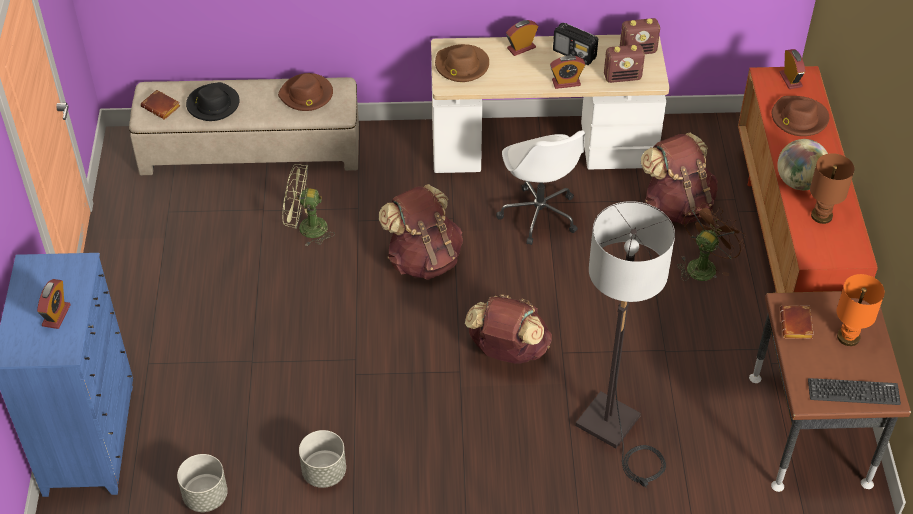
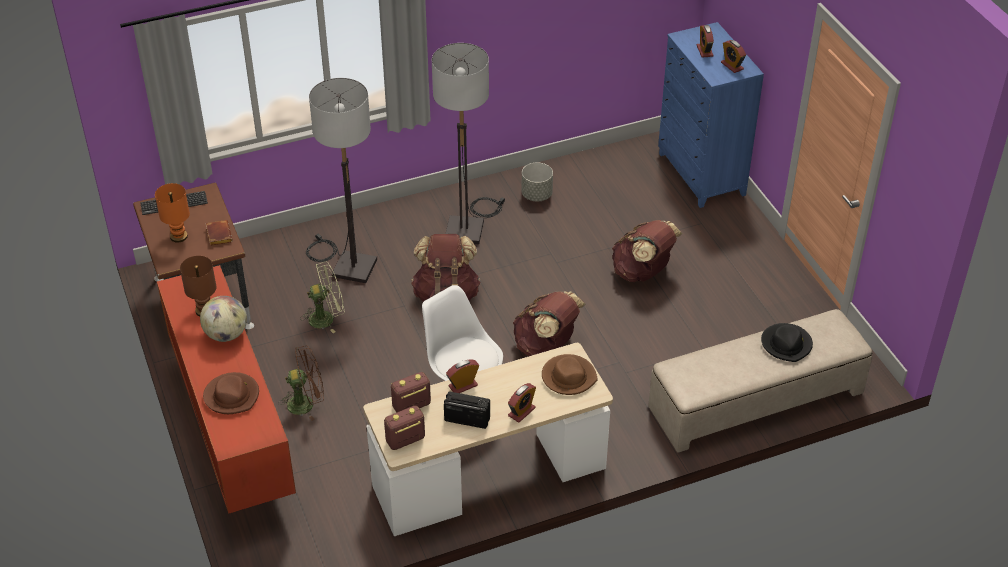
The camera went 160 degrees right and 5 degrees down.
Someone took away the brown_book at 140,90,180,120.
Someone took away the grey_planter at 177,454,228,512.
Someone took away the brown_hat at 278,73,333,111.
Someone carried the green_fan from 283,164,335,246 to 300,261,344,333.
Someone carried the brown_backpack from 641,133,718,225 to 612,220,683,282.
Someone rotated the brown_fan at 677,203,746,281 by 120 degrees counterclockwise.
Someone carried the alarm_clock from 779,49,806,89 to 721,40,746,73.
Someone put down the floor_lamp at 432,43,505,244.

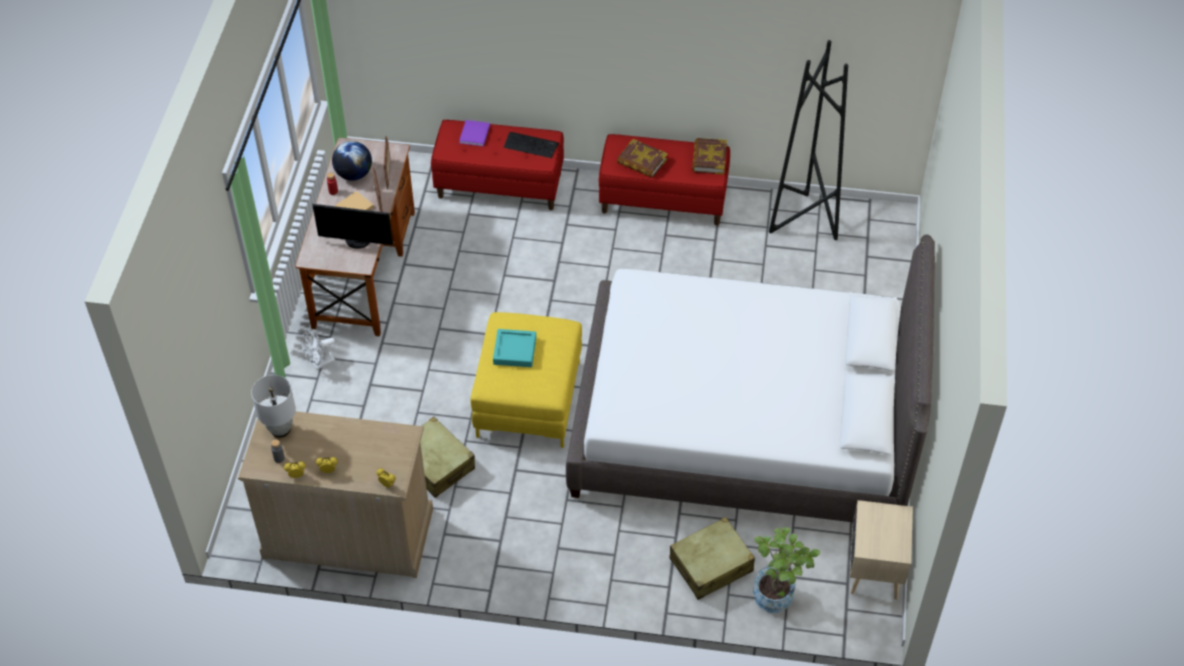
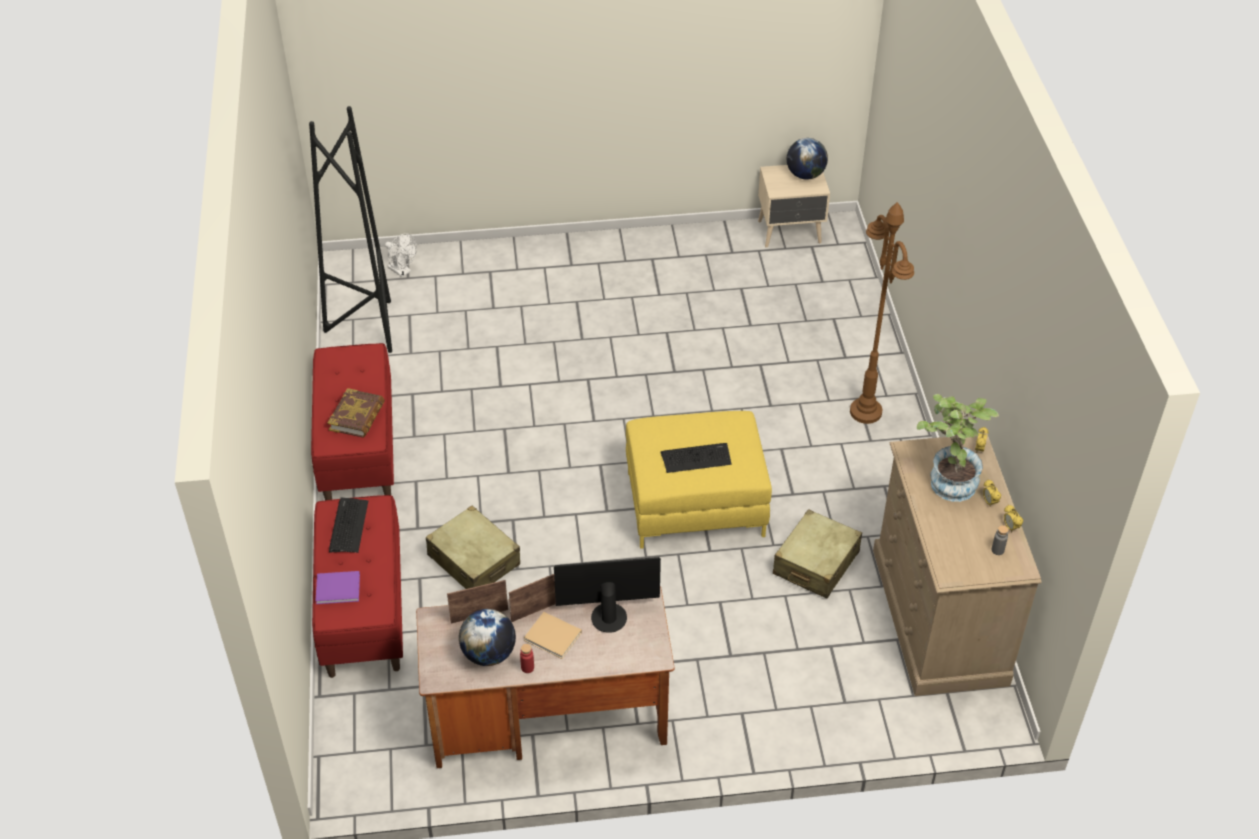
The camera went 105 degrees left and 5 degrees down.
Someone took away the white_table_lamp at 251,375,296,438.
Someone carried the white_fan from 301,330,335,370 to 385,233,417,277.
Someone rotated the monitor at 312,204,393,249 by 90 degrees counterclockwise.
Someone swapped the turquoise_tray at 493,329,536,367 for the keyboard at 660,443,731,473.
Someone took away the white_bed at 566,234,935,522.
Someone carried the beige_suitcase from 669,517,755,600 to 426,505,520,589.
Someone took away the book at 692,138,727,175.
Someone carried the potted_plant from 753,527,820,613 to 917,394,999,502.
Someone put down the globe at 787,138,828,179.
Someone put down the brown_floor_lamp at 850,202,914,424.

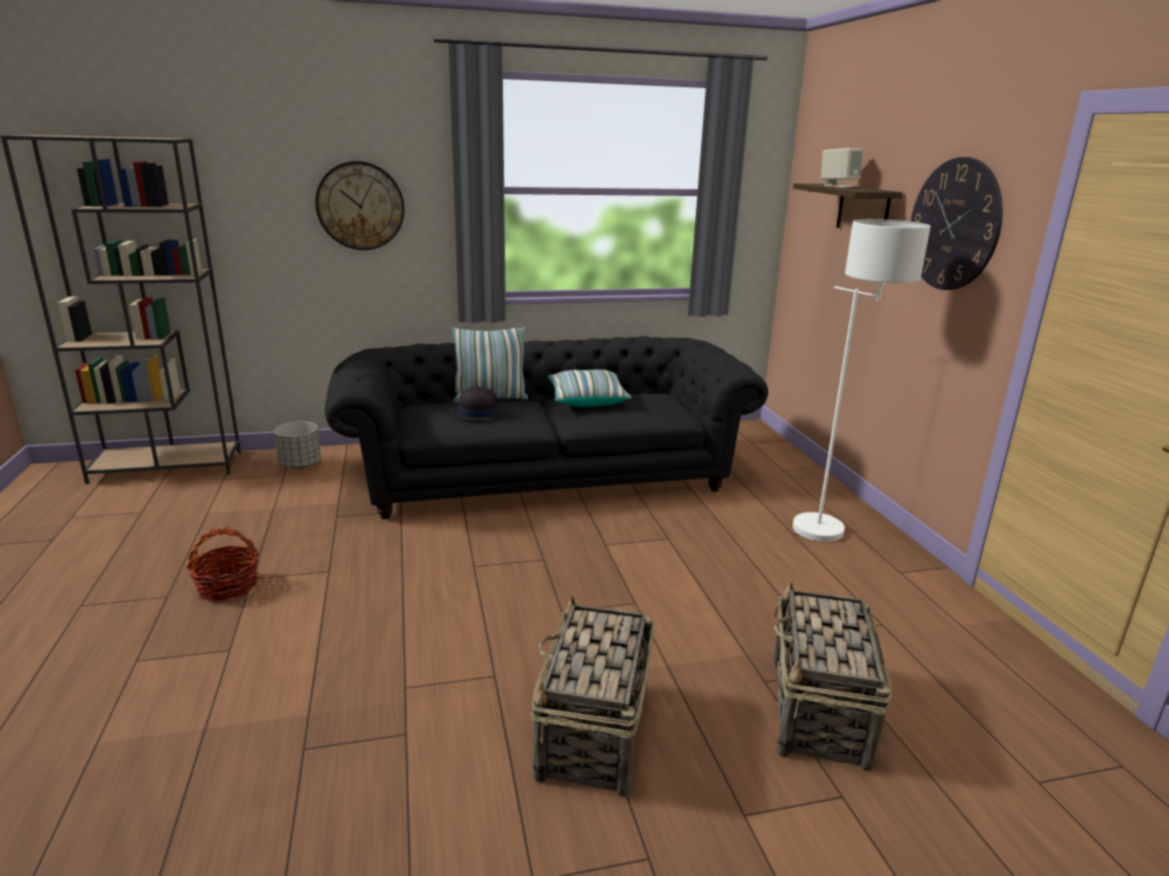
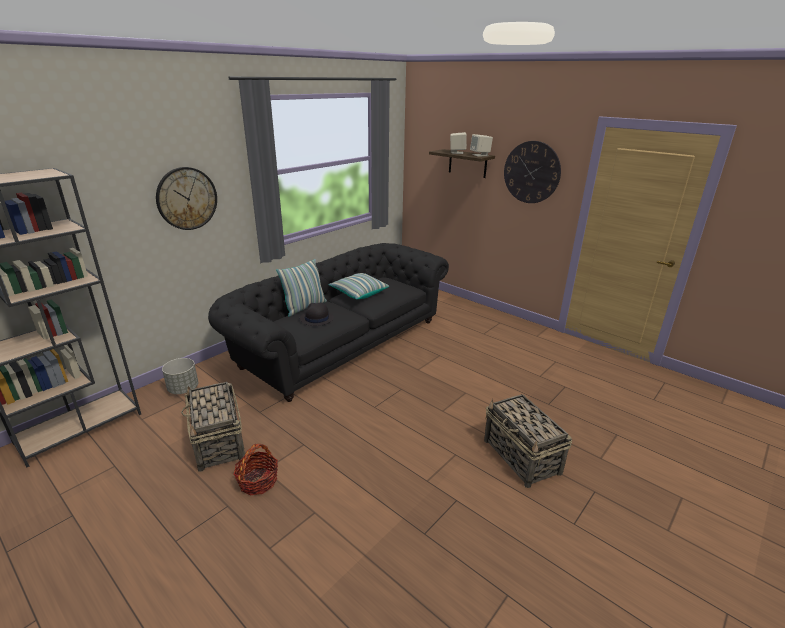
The camera went 35 degrees left and 5 degrees up.
Someone carried the basket from 773,582,892,771 to 181,382,245,472.
Someone took away the white_floor_lamp at 793,219,930,542.
Someone put down the beige_speaker at 470,134,493,157.

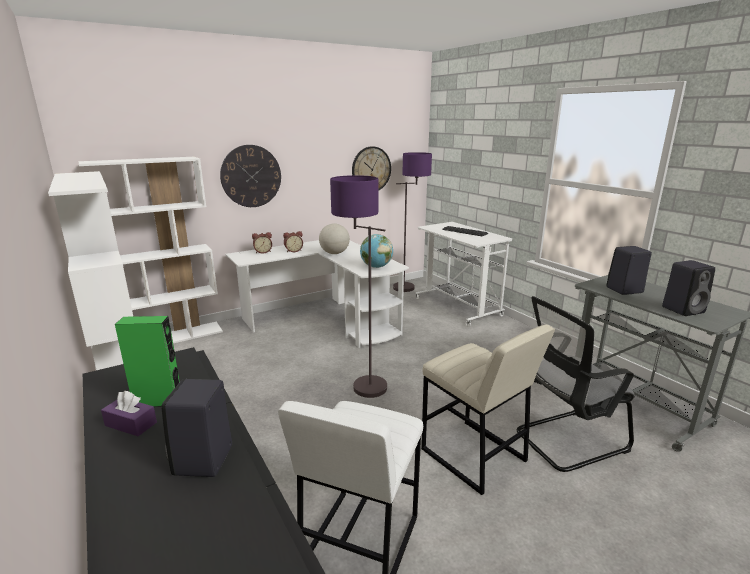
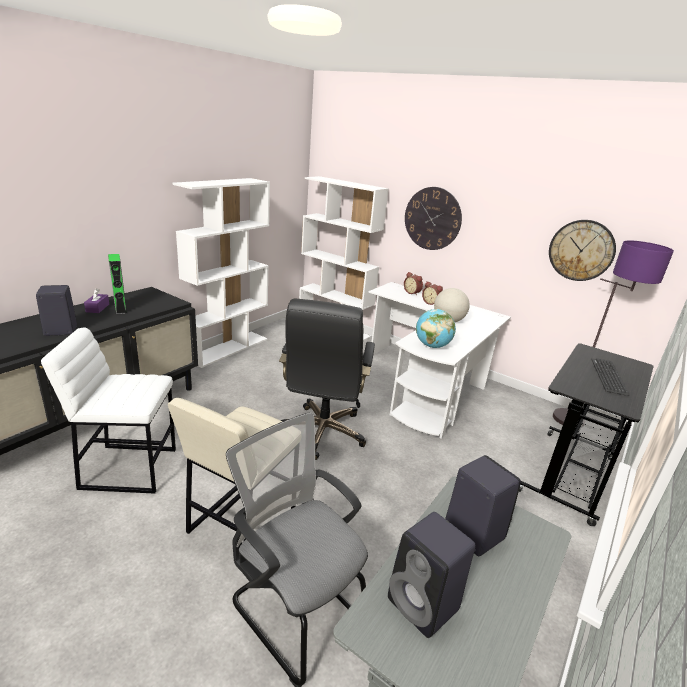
The camera went 65 degrees right and 5 degrees up.
Someone swapped the purple_floor_lamp at 330,175,387,398 for the black_office_chair at 279,299,375,460.
Someone repainted the white_desk at 416,222,512,326, which became the black_desk at 519,343,654,526.

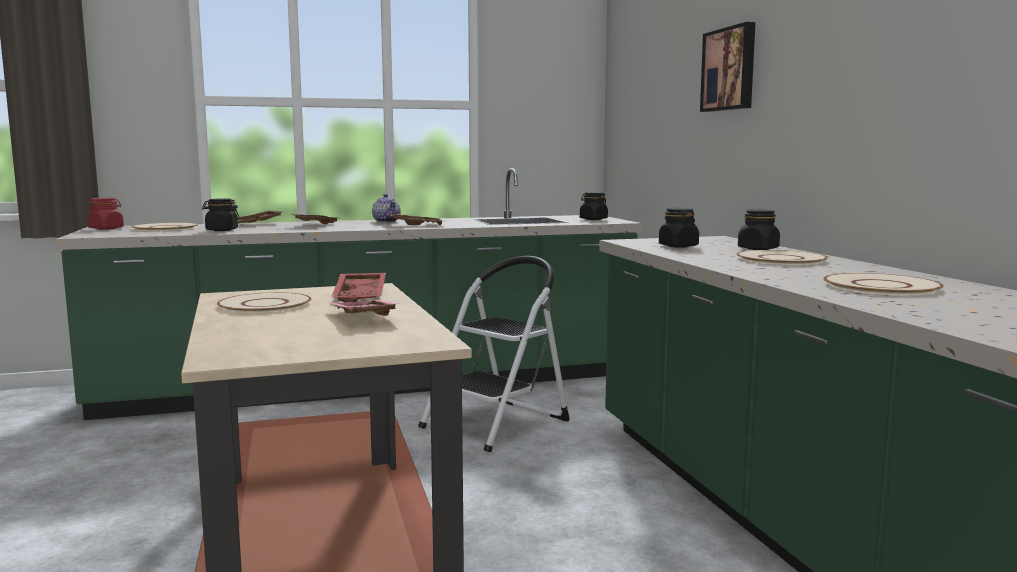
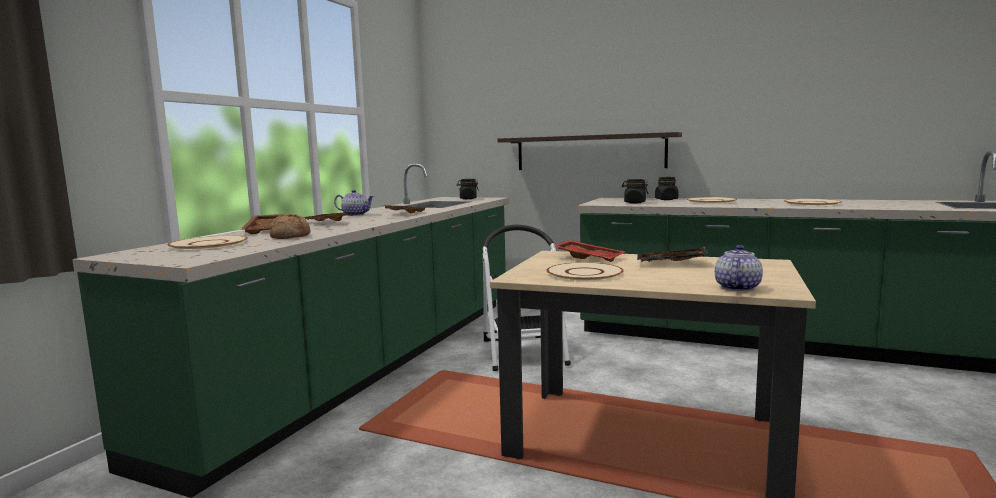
The camera went 50 degrees left and 0 degrees up.
Someone took away the red_jar at 87,198,124,230.
Someone swapped the black_jar at 202,198,240,231 for the bread at 269,214,310,239.
Someone repainted the pink_tray at 330,300,403,316, which became the black_tray at 637,247,709,262.
Someone took away the picture at 700,22,755,112.
Someone put up the shelf at 498,132,682,170.
Someone put down the teapot at 715,245,763,291.

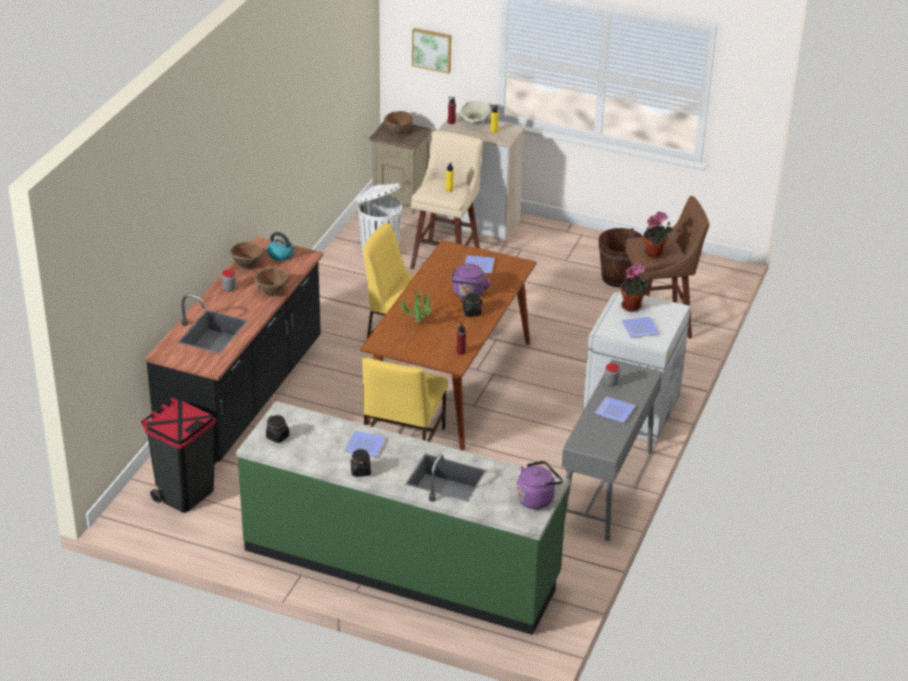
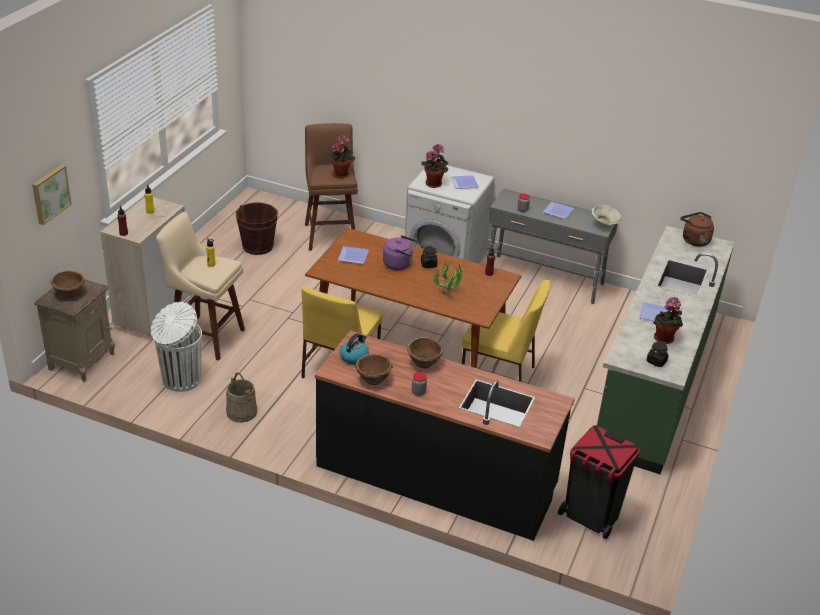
The camera went 90 degrees left and 0 degrees up.
Someone took away the black_jar at 351,449,371,477.
Someone carried the beige_bowl from 460,101,491,125 to 592,205,621,228.
Someone repainted the purple_kettle at 517,461,563,509, which became the brown_kettle at 680,212,714,247.
Someone put down the beige_bucket at 226,372,257,423.
Someone put down the potted_plant at 653,297,683,344.

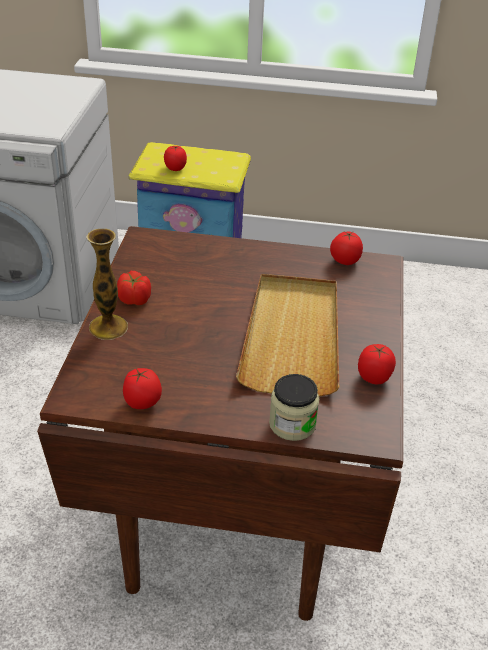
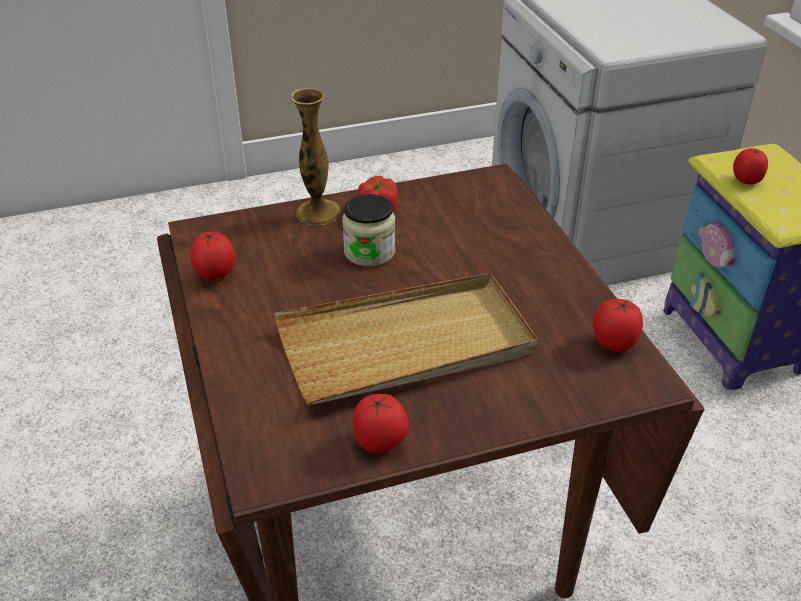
The camera went 65 degrees right and 0 degrees up.
Someone carried the jar from 269,374,319,441 to 342,194,395,266.

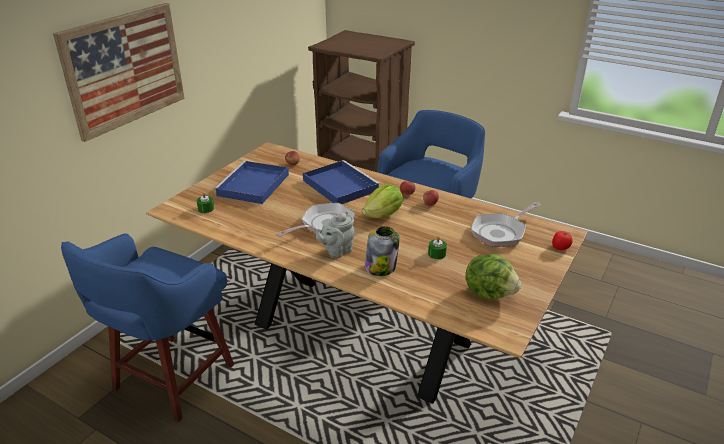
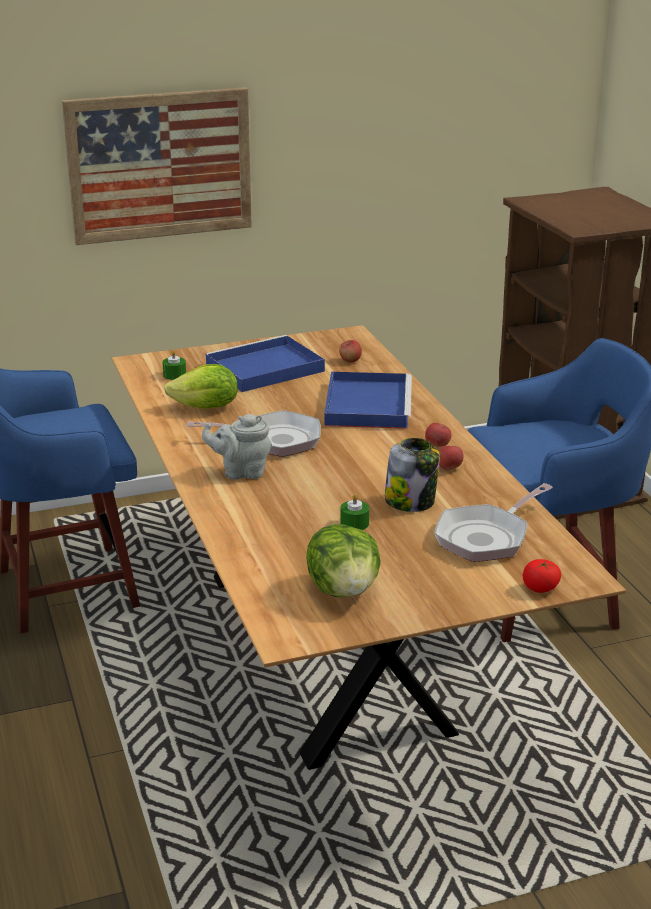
The camera went 40 degrees right and 5 degrees down.
Someone carried the lettuce from 362,185,403,218 to 164,364,238,409.
Someone carried the jar from 365,226,400,276 to 384,438,440,512.
Someone rotated the frying_pan at 471,202,541,247 by 45 degrees counterclockwise.

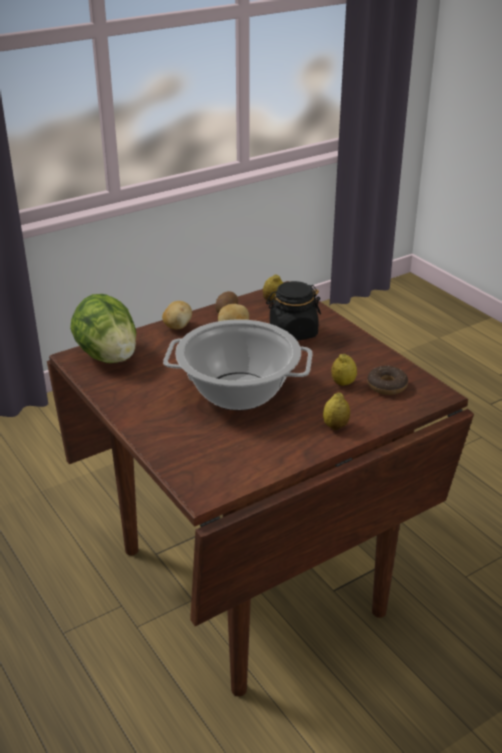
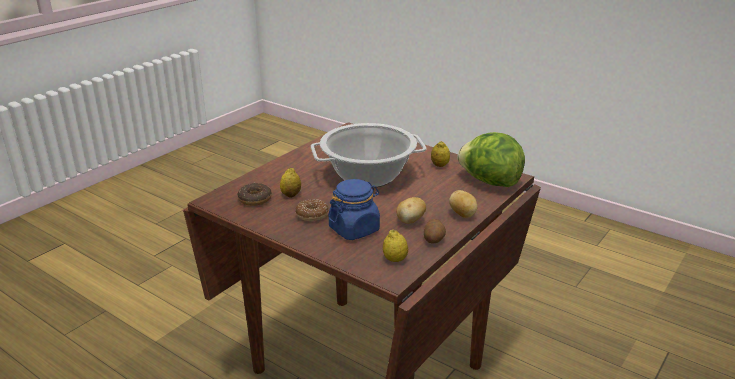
The camera went 160 degrees right and 5 degrees down.
Someone repainted the black_jar at 266,281,321,341, which became the blue_jar at 329,179,380,240.
Someone carried the lemon from 323,393,350,430 to 431,142,450,167.
Someone put down the donut at 295,199,329,221.

